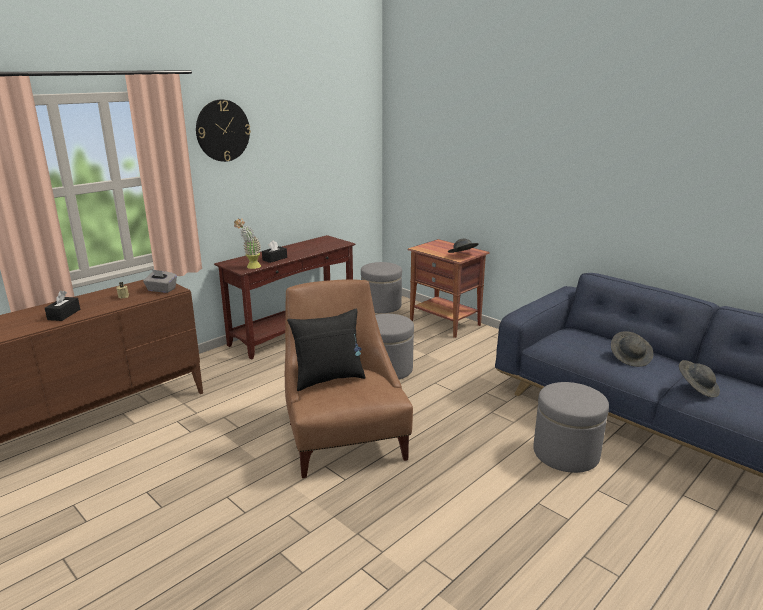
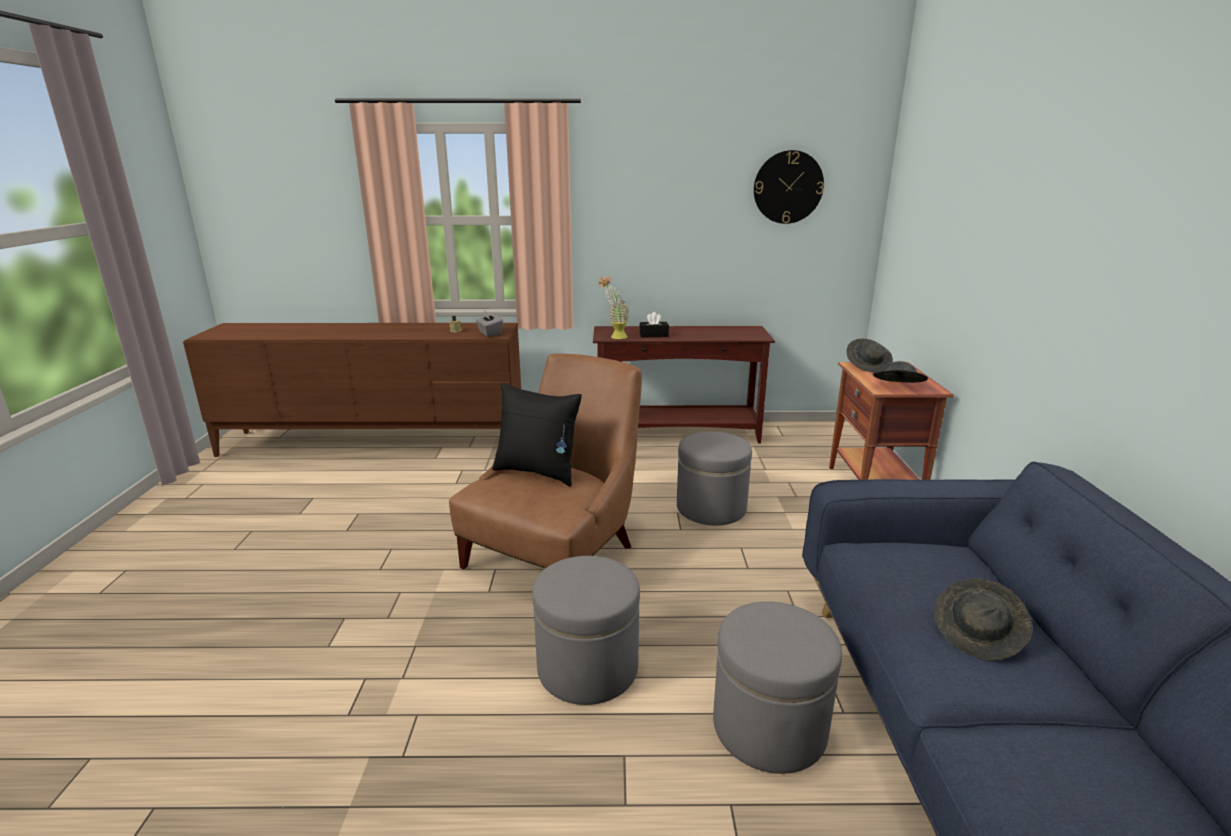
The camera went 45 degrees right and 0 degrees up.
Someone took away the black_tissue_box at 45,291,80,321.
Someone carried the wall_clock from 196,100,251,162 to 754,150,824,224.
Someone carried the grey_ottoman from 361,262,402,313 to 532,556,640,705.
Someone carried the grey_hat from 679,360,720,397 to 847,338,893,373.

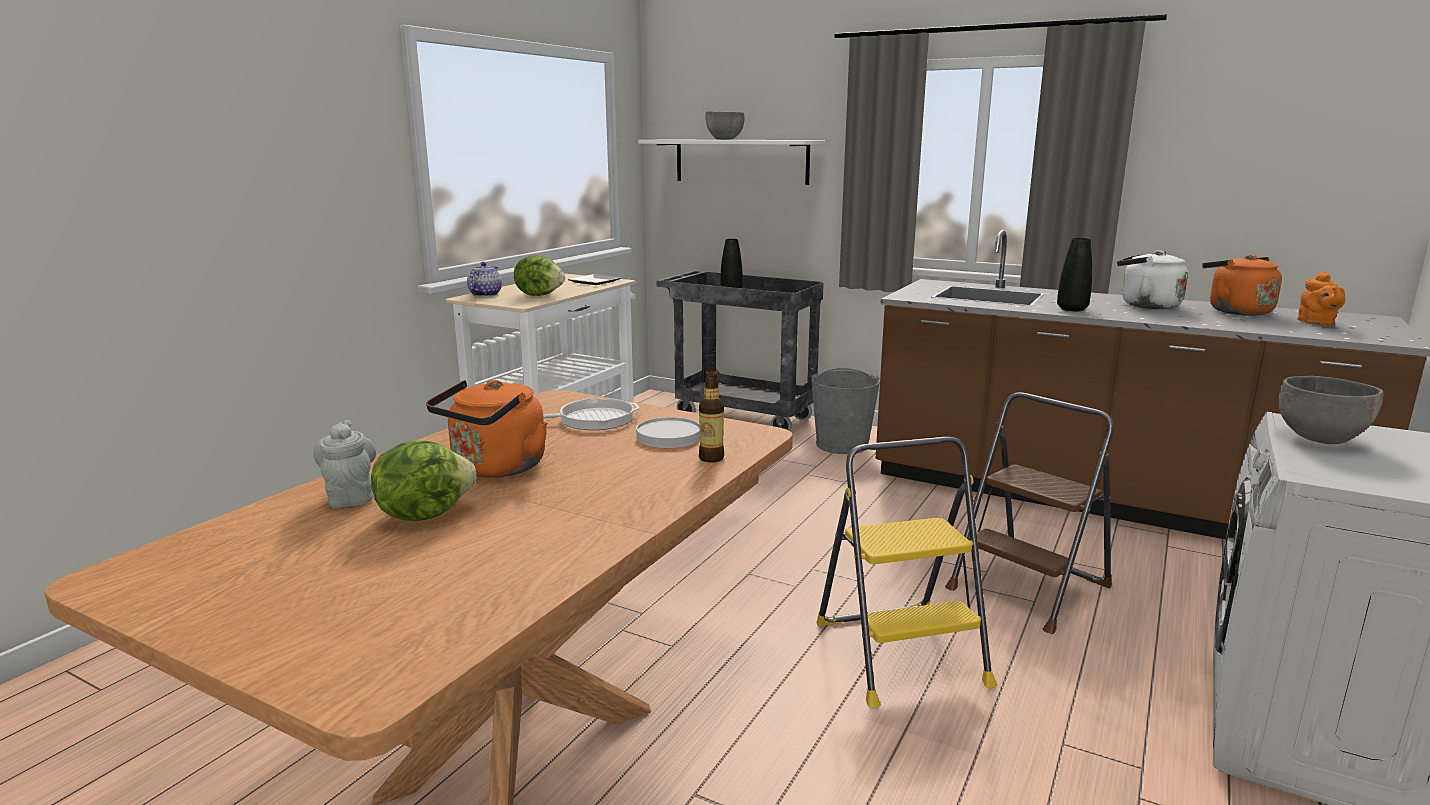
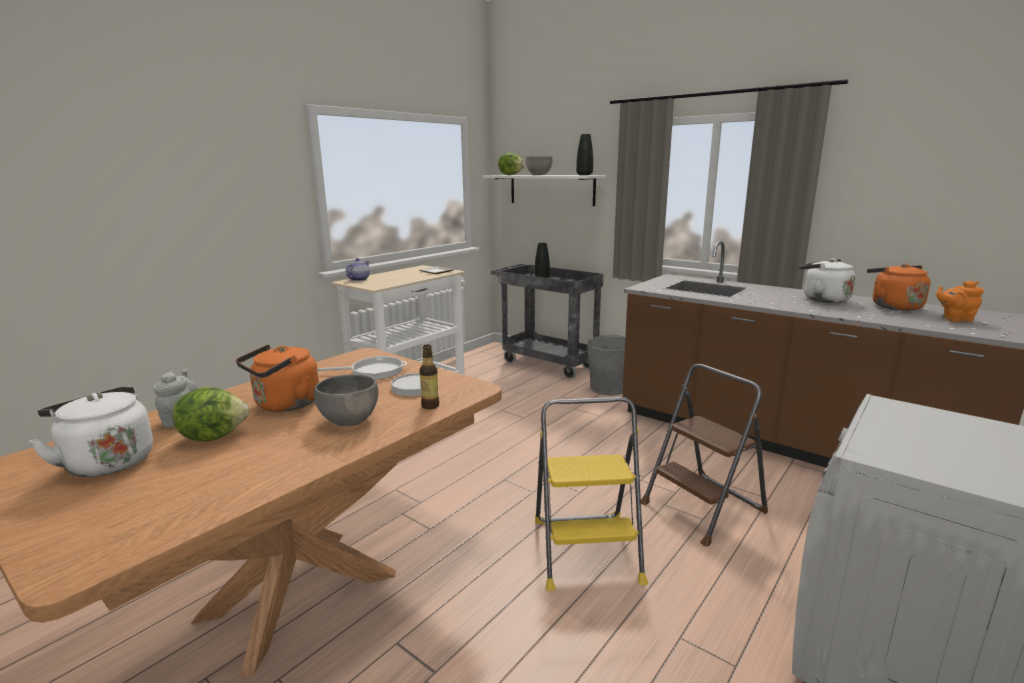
The camera went 10 degrees right and 0 degrees up.
Someone carried the lettuce from 514,255,565,296 to 498,153,525,175.
Someone carried the black_vase from 1057,238,1092,311 to 576,134,593,175.
Someone carried the grey_bowl from 1279,376,1384,444 to 314,375,378,426.
Someone rotated the orange_teapot at 1297,272,1345,326 by 75 degrees clockwise.
Someone put down the white_kettle at 29,386,153,477.

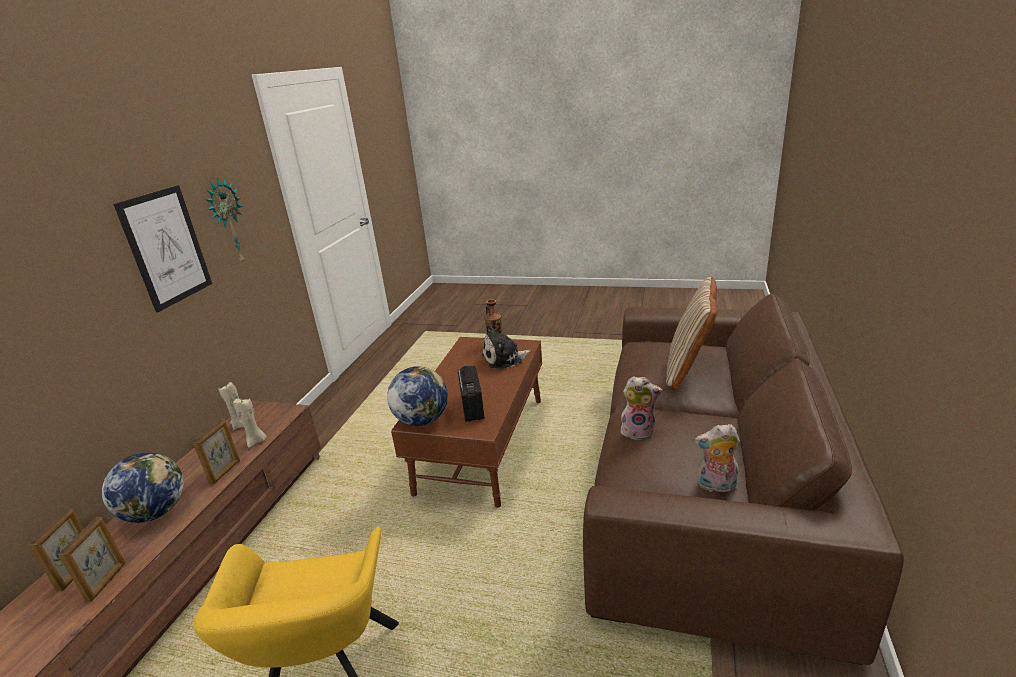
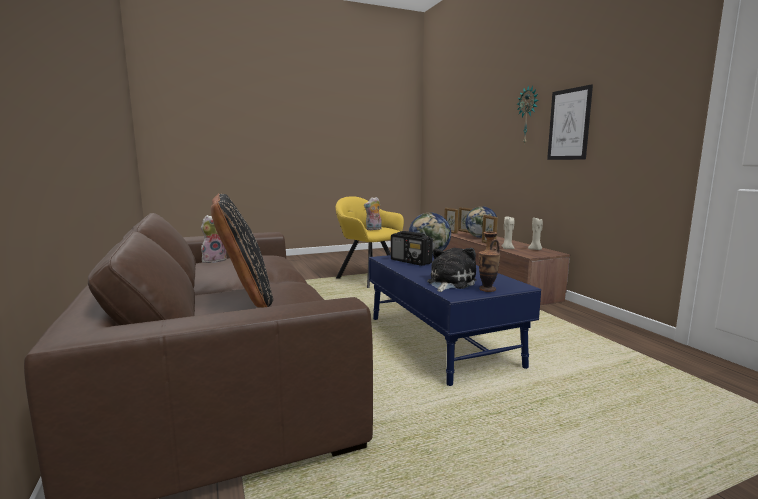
The camera went 140 degrees right and 15 degrees down.
Someone carried the wall_clock from 205,178,245,265 to 517,85,538,145.
Someone repainted the brown_coffee_table at 391,337,542,508, which became the blue_coffee_table at 369,255,541,386.
Someone carried the plush_toy from 621,376,663,440 to 364,197,382,230.
Someone repainted the beige_pillow at 666,277,717,389, which became the black_pillow at 211,194,273,308.

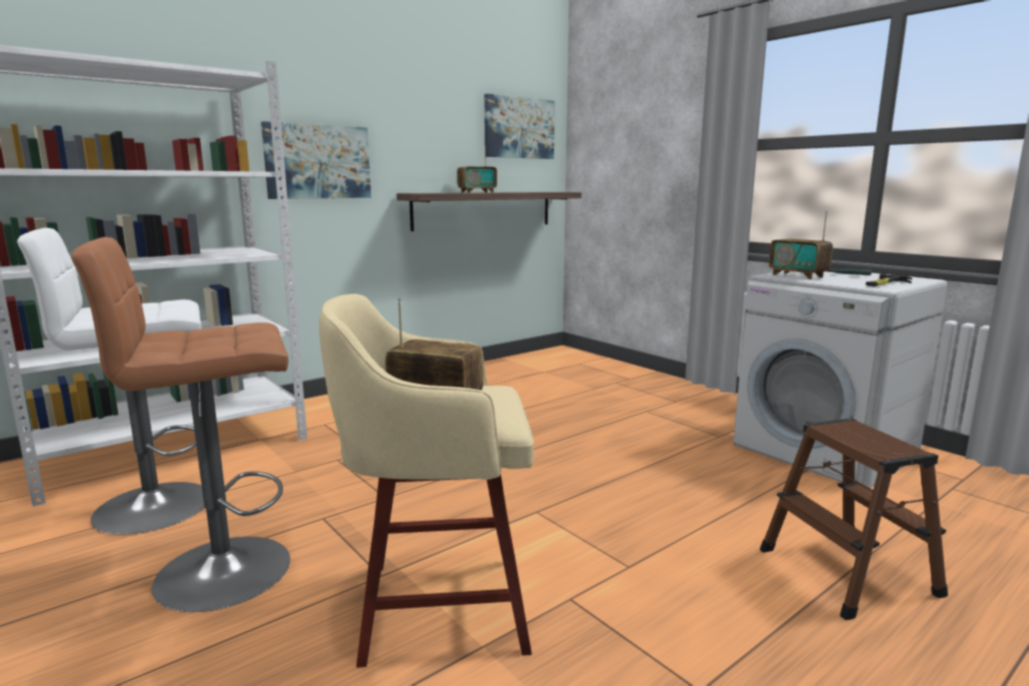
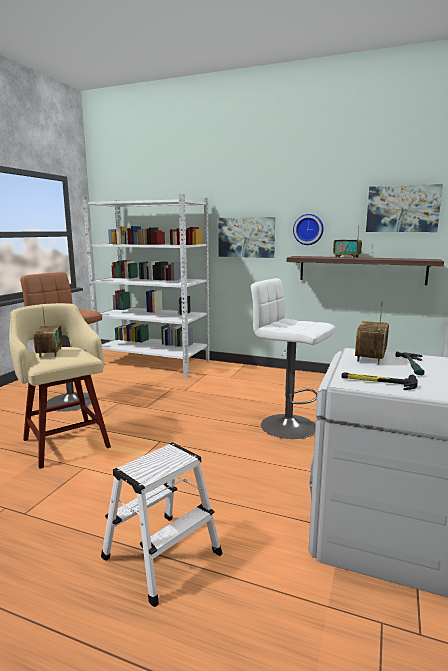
The camera went 60 degrees right and 0 degrees up.
Someone carried the white_stool from 17,228,204,534 to 251,278,335,439.
Someone repainted the brown_step_ladder at 760,418,948,620, which became the white_step_ladder at 101,442,222,607.
Someone put up the wall_clock at 293,214,324,245.

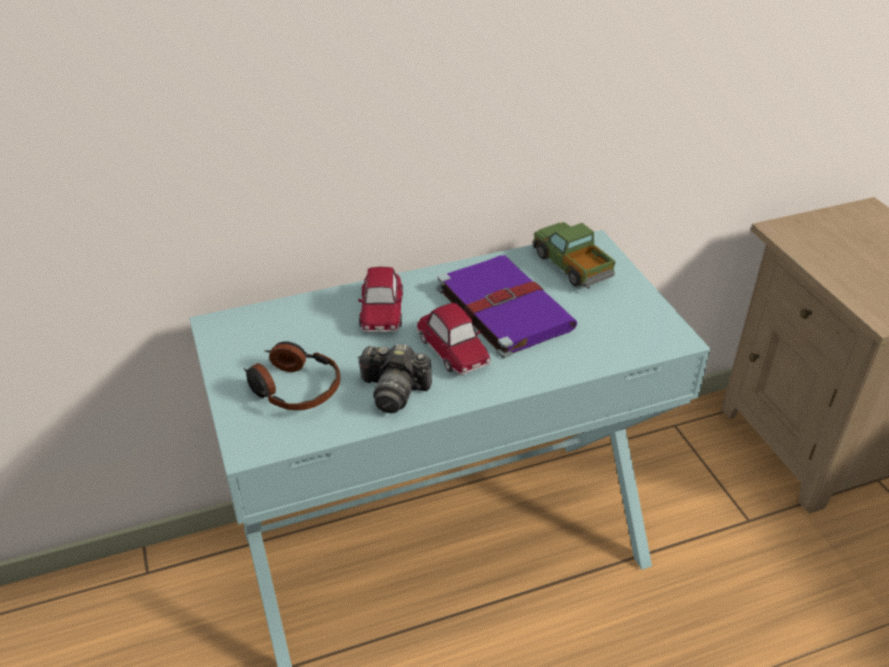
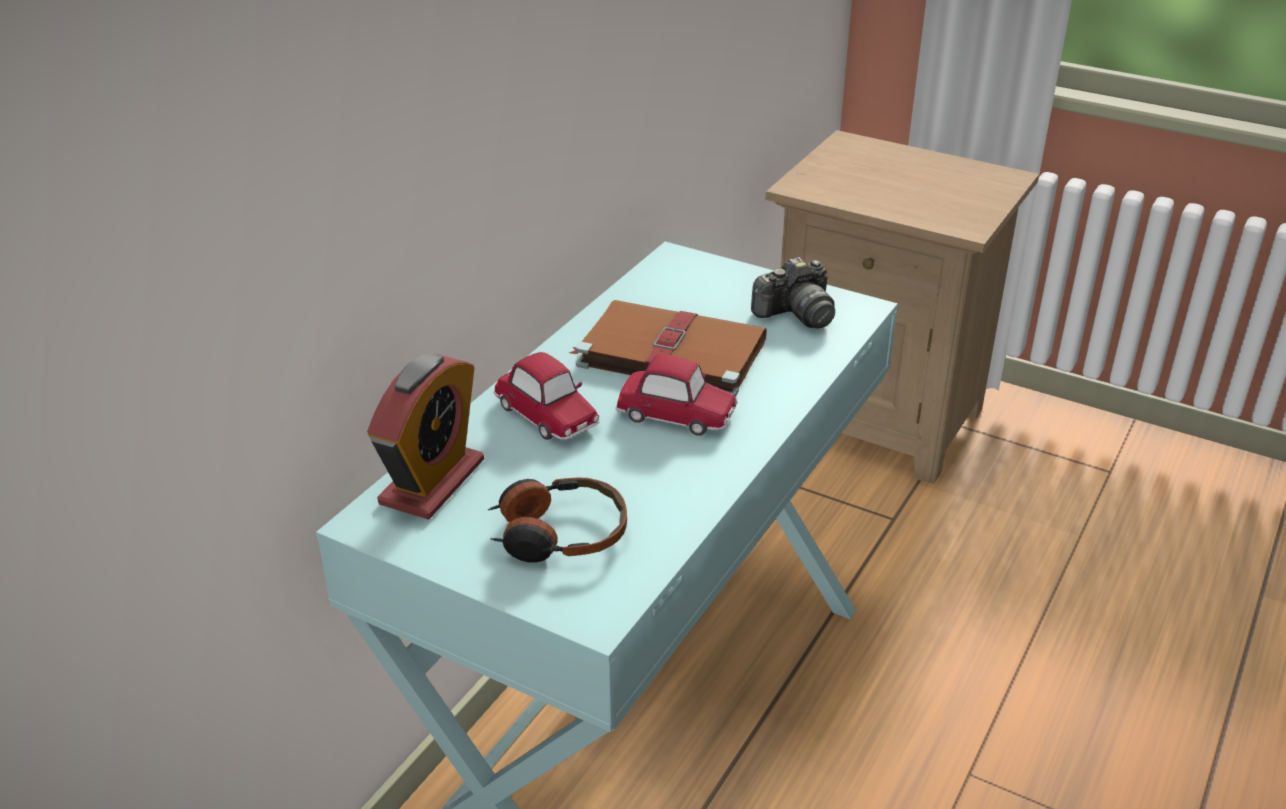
The camera went 40 degrees left and 5 degrees down.
Someone carried the photo_camera from 358,344,432,413 to 751,257,835,329.
Someone repainted the purple_book at 437,255,577,358, which became the brown_book at 569,300,767,397.
Someone took away the toy_truck at 533,222,616,289.
Someone put down the alarm_clock at 367,353,484,520.

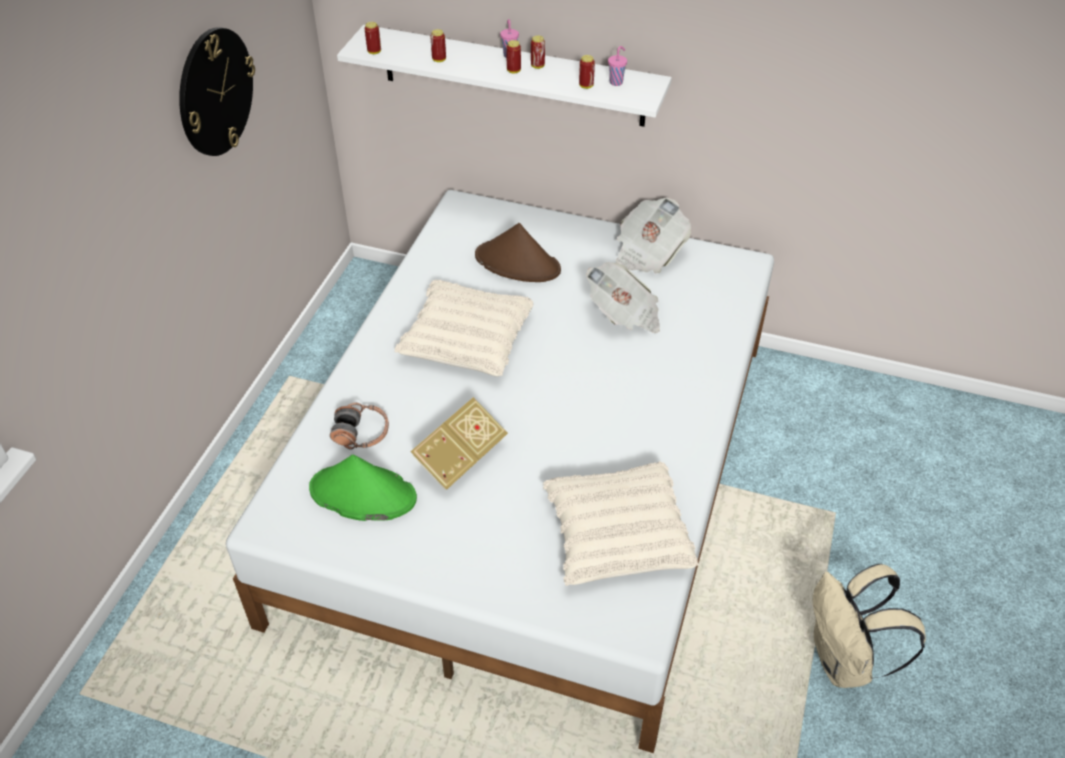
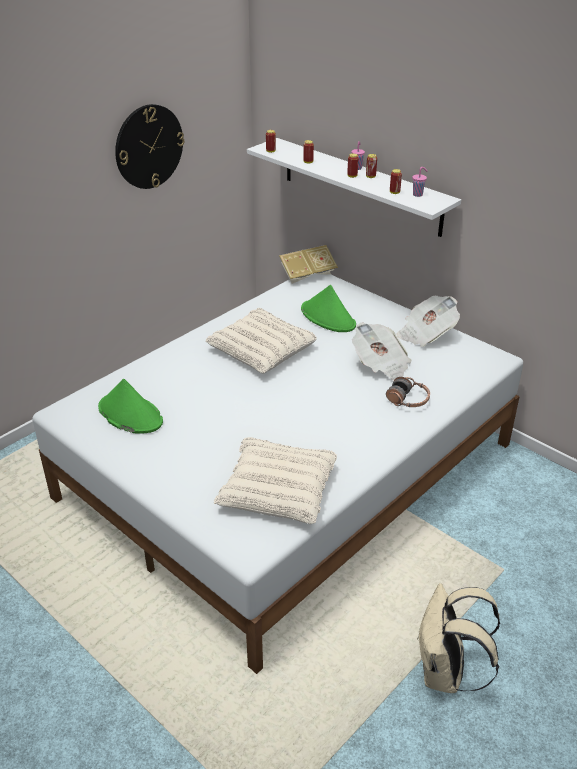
The camera went 25 degrees right and 10 degrees down.
Someone carried the headphones from 330,402,389,450 to 386,377,430,407.
Someone carried the book from 410,397,508,490 to 279,245,338,284.
Someone repainted the brown_hat at 475,223,561,282, which became the green_hat at 301,285,356,332.

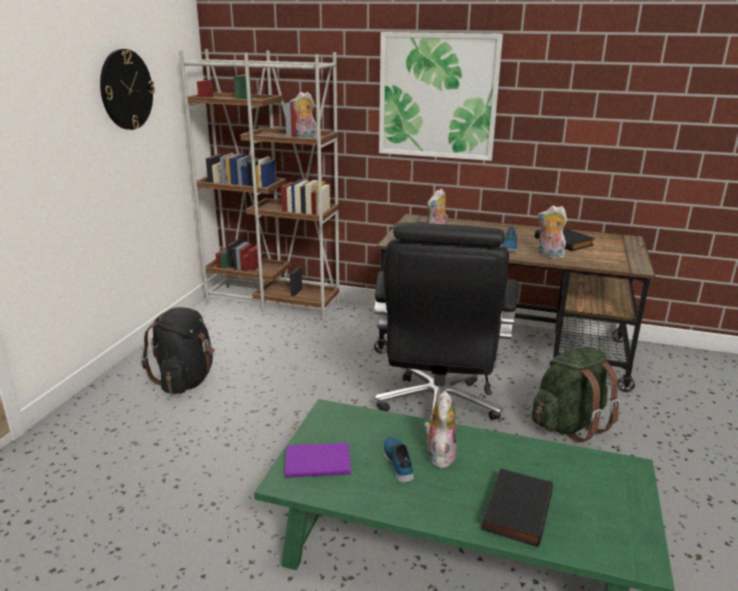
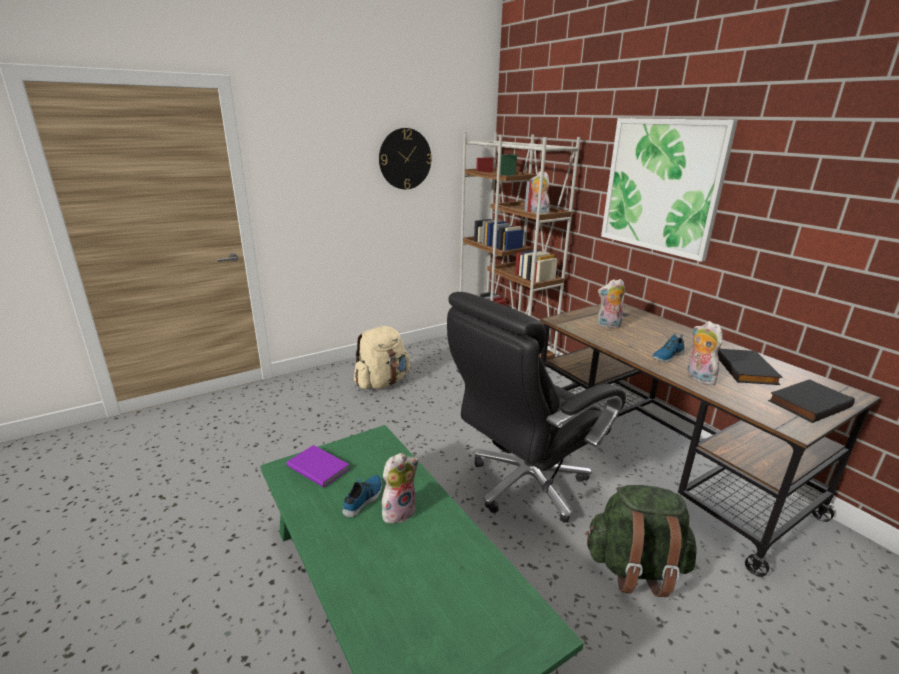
The camera went 40 degrees right and 0 degrees up.
Someone repainted the black_backpack at 141,307,215,394, which became the beige_backpack at 354,326,410,389.
Someone carried the black_book from 481,468,553,547 to 768,379,855,423.

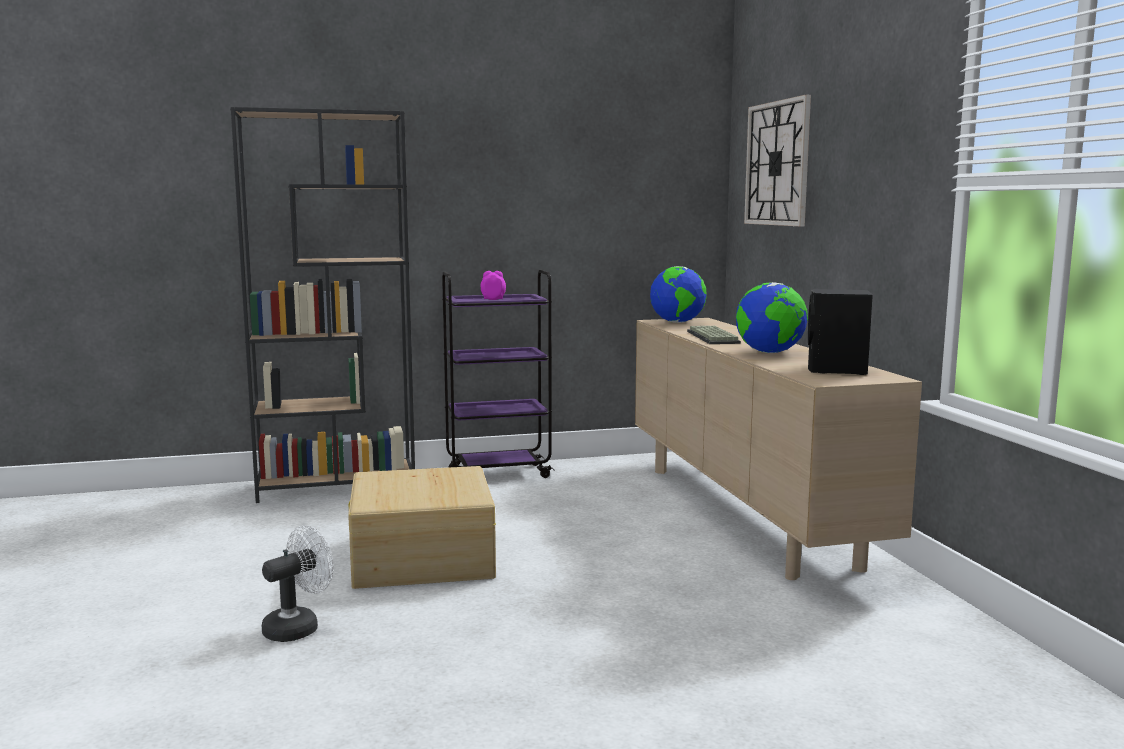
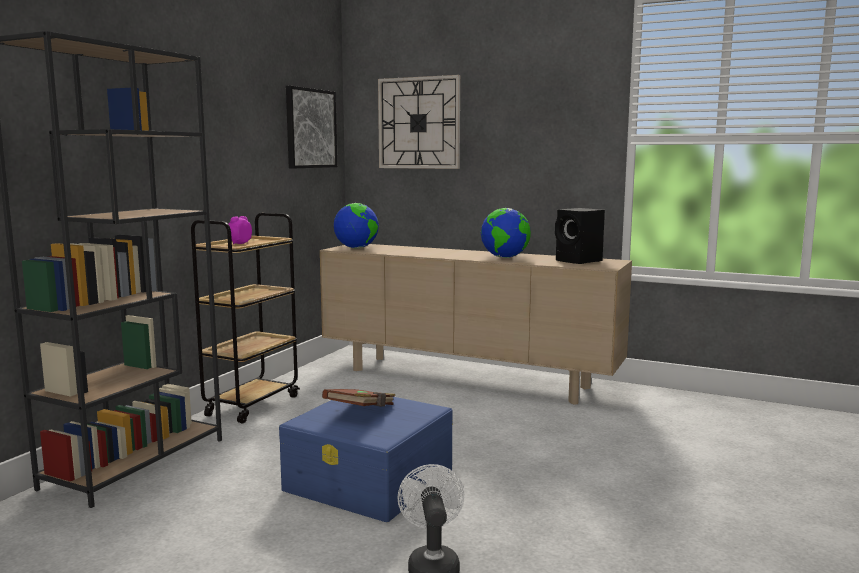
The camera went 50 degrees left and 0 degrees up.
Someone repainted the beige_storage_box at 348,466,496,589, which became the blue_storage_box at 279,397,453,522.
Someone repainted the purple_cart at 442,270,555,478, which became the brown_cart at 191,213,300,424.
Someone took away the keyboard at 687,326,741,344.
Someone put up the picture at 286,85,337,169.
Someone put down the brown_book at 322,389,395,406.

